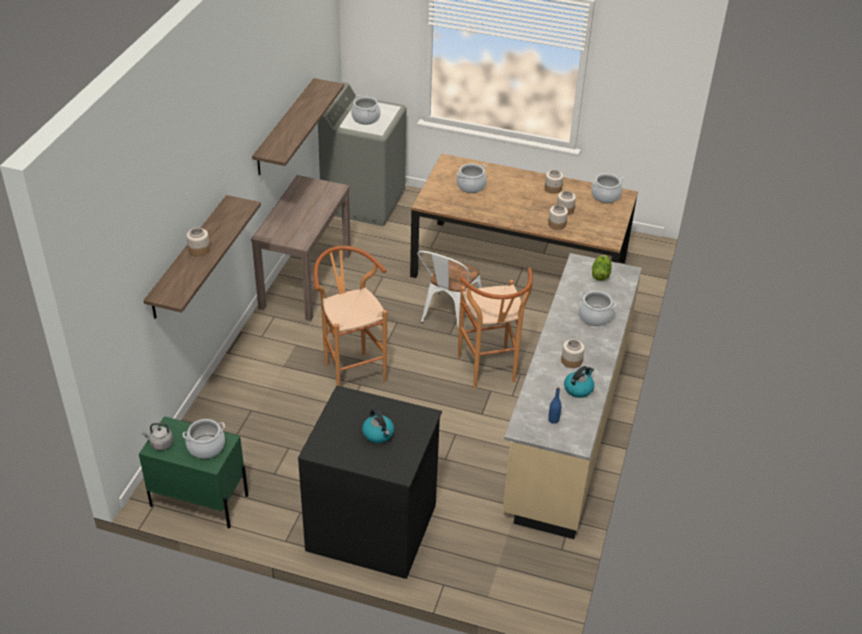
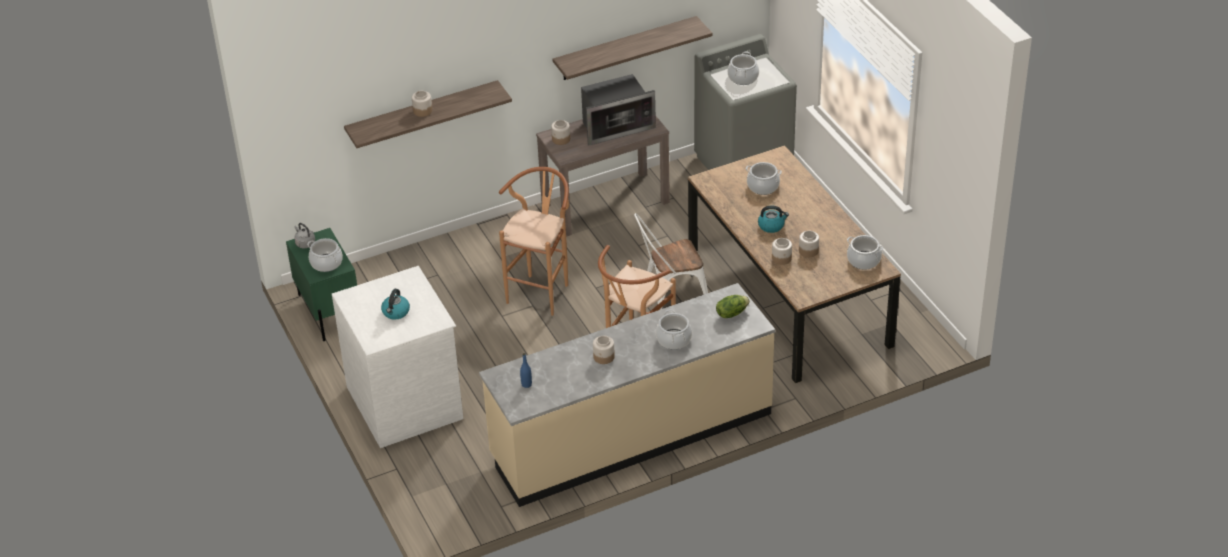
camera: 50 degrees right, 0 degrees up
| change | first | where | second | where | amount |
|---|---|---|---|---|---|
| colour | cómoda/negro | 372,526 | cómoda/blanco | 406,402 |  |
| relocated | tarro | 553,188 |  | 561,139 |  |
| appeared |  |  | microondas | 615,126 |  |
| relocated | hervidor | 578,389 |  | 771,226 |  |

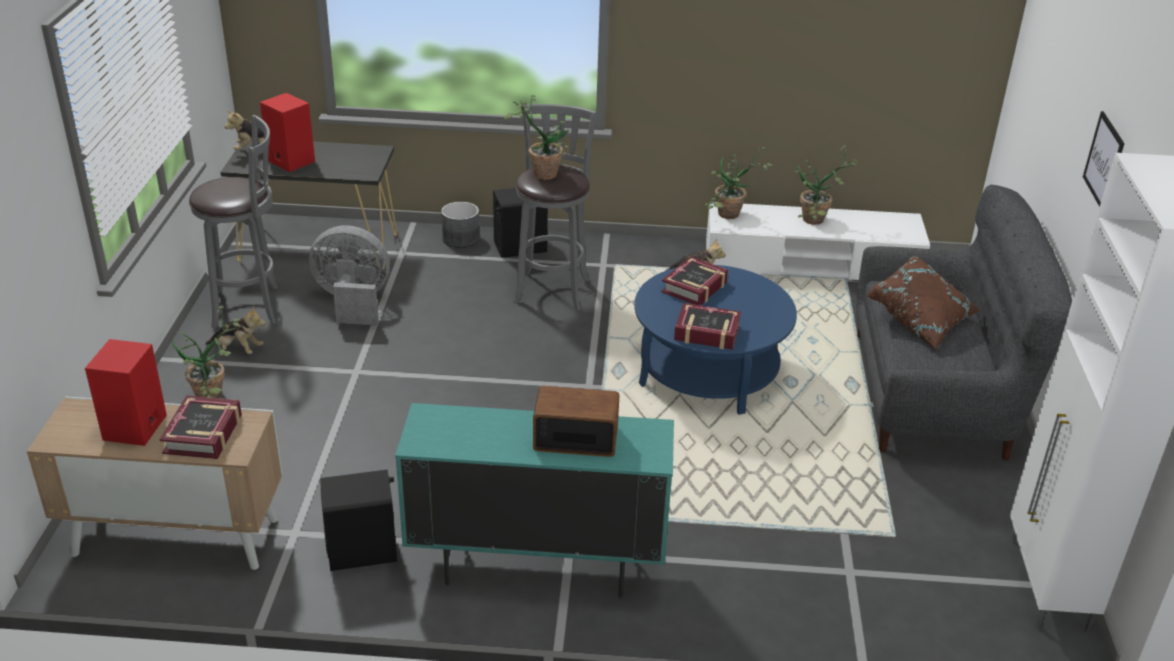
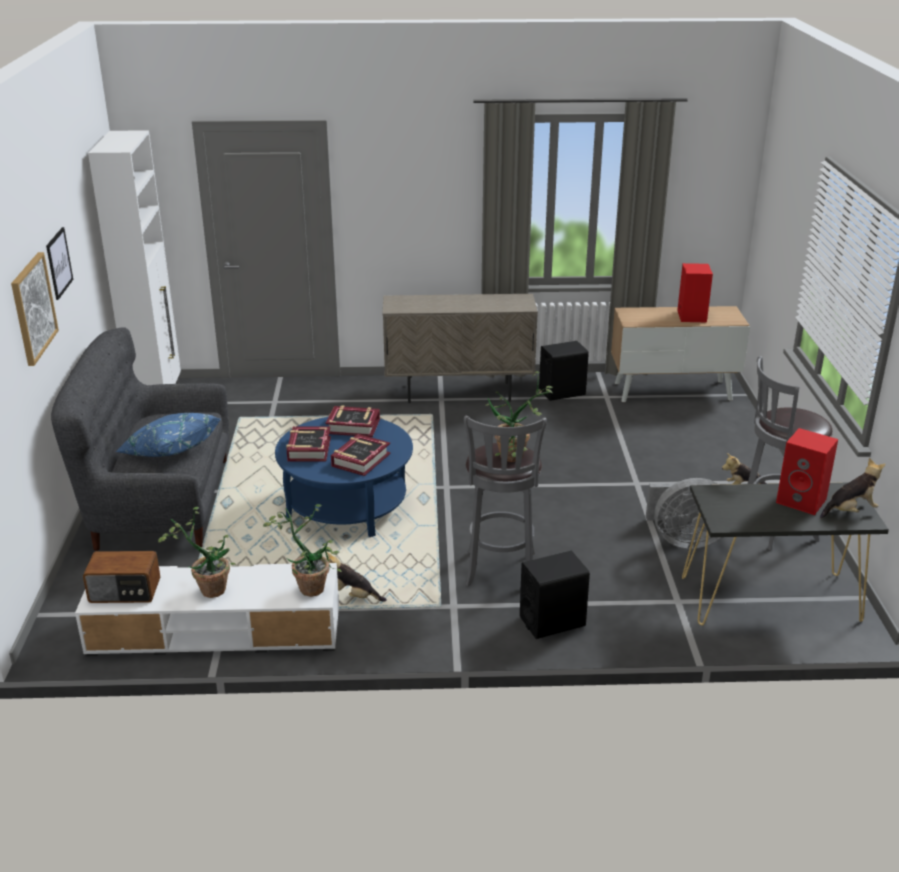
camera: 175 degrees right, 5 degrees down
| change | first | where | second | where | amount |
|---|---|---|---|---|---|
| appeared |  |  | cuadro | 33,308 |  |
| relocated | radio | 575,437 |  | 125,591 |  |
| colour | cojín/marrón | 921,320 | cojín/azul | 170,451 |  |
| relocated | libro | 204,434 |  | 308,449 |  |
| colour | armario/turquesa | 536,566 | armario/beis | 459,393 |  |
| missing | planta en maceta | 215,397 |  |  |  |
| missing | maceta/gris | 461,239 |  |  |  |

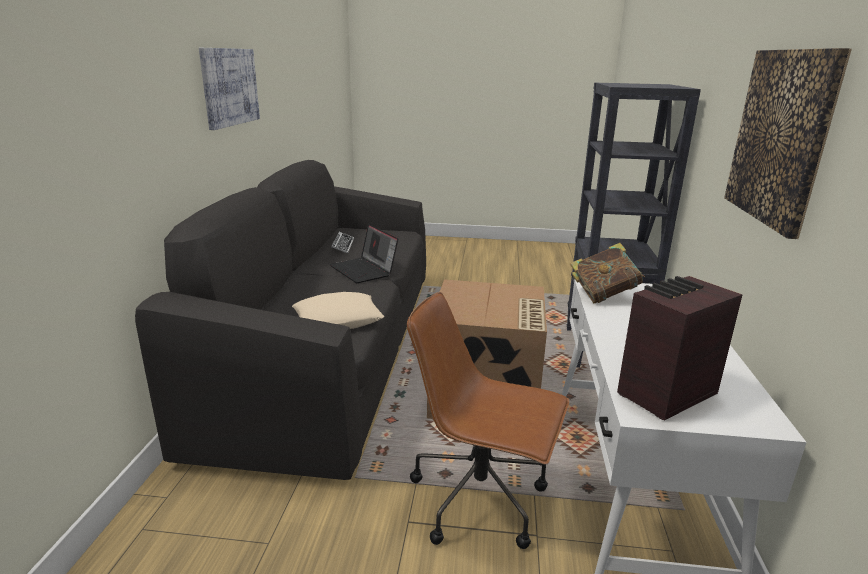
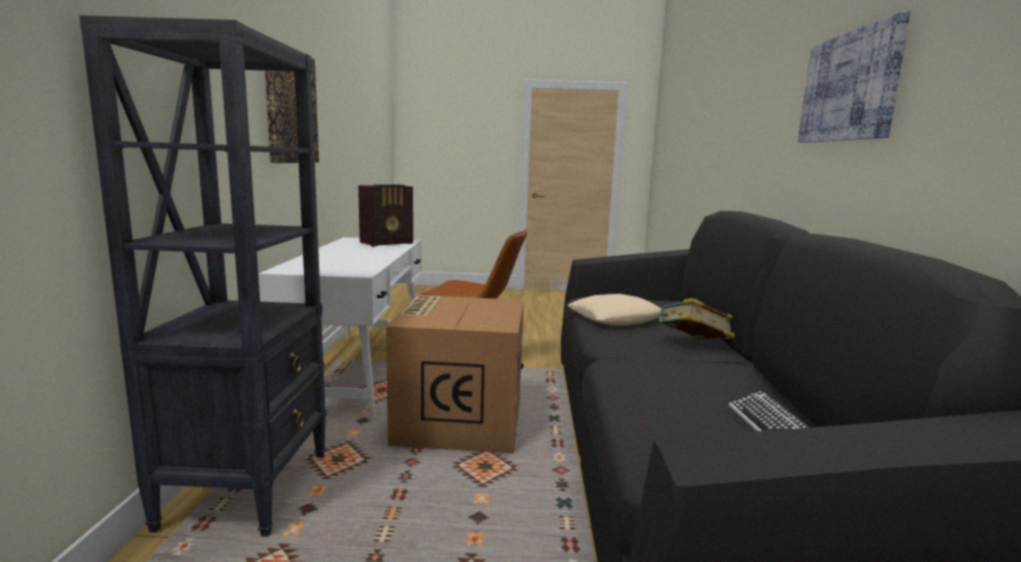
camera: 175 degrees right, 10 degrees down
| change | first | where | second | where | amount |
|---|---|---|---|---|---|
| relocated | libro | 603,295 |  | 694,345 |  |
| missing | portátil | 364,270 |  |  |  |

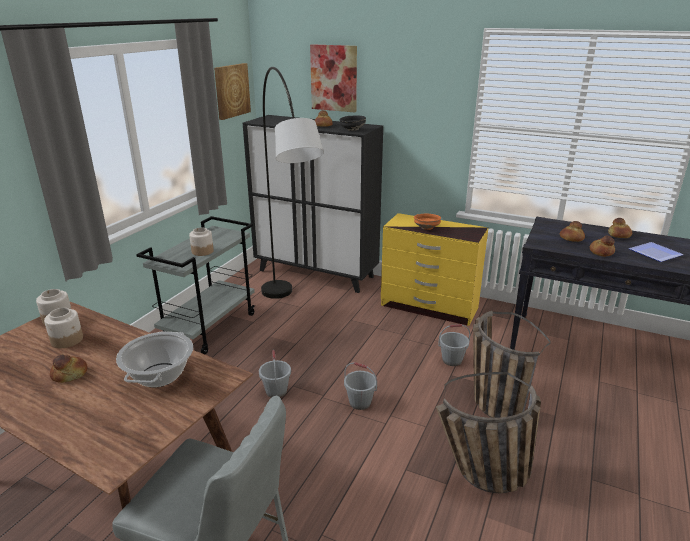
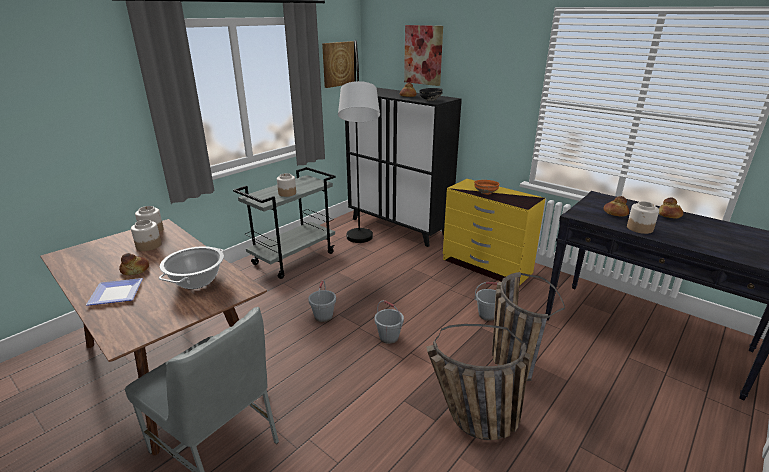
camera: 15 degrees right, 0 degrees up
| change | first | where | second | where | amount |
|---|---|---|---|---|---|
| relocated | plato | 655,254 |  | 114,294 |  |
| exchanged | pan | 601,252 | tarro | 640,228 |  |

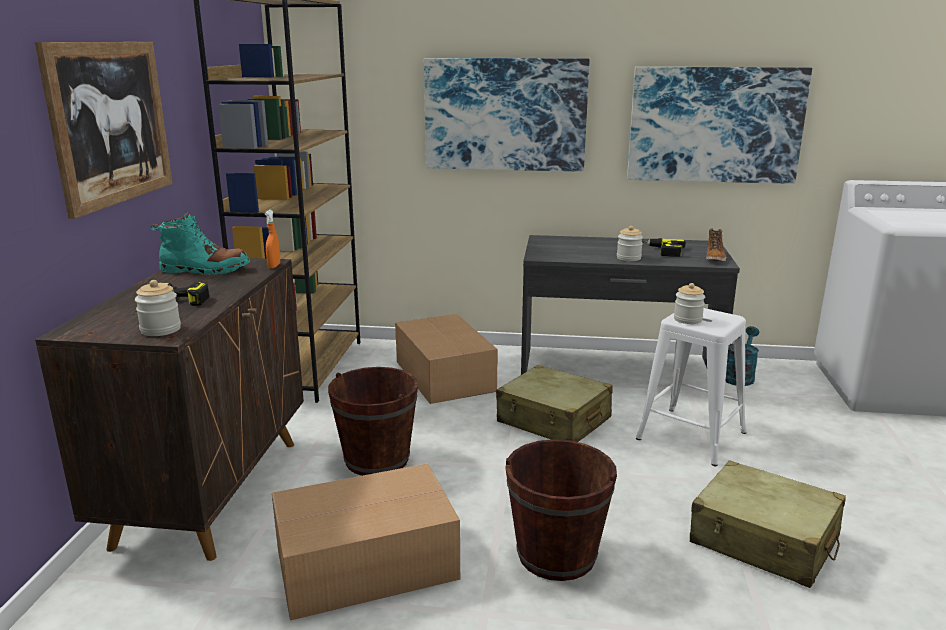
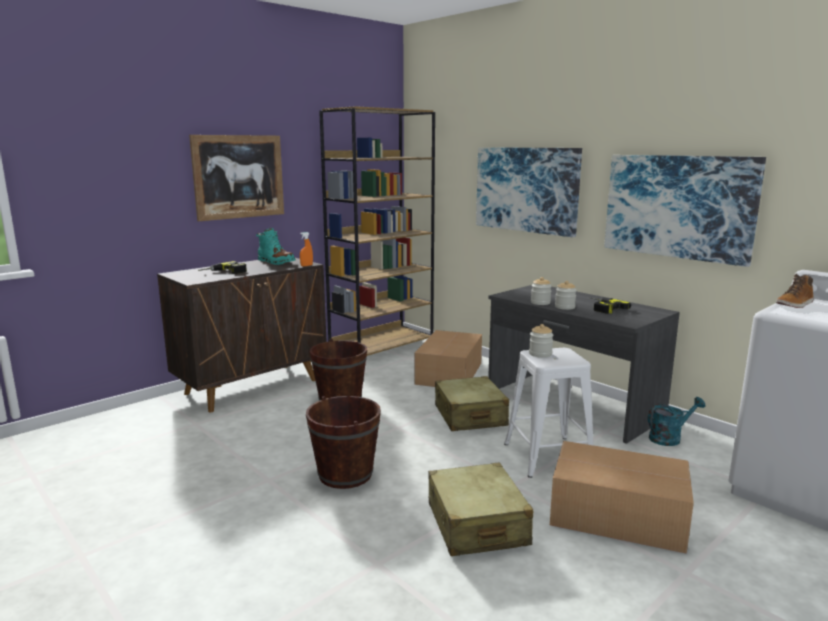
camera: 40 degrees right, 5 degrees down
| change | first | where | second | where | amount |
|---|---|---|---|---|---|
| relocated | tarro | 160,330 |  | 540,303 |  |
| relocated | caja de cartón | 369,564 |  | 619,516 |  |
| relocated | bota | 715,258 |  | 795,304 |  |

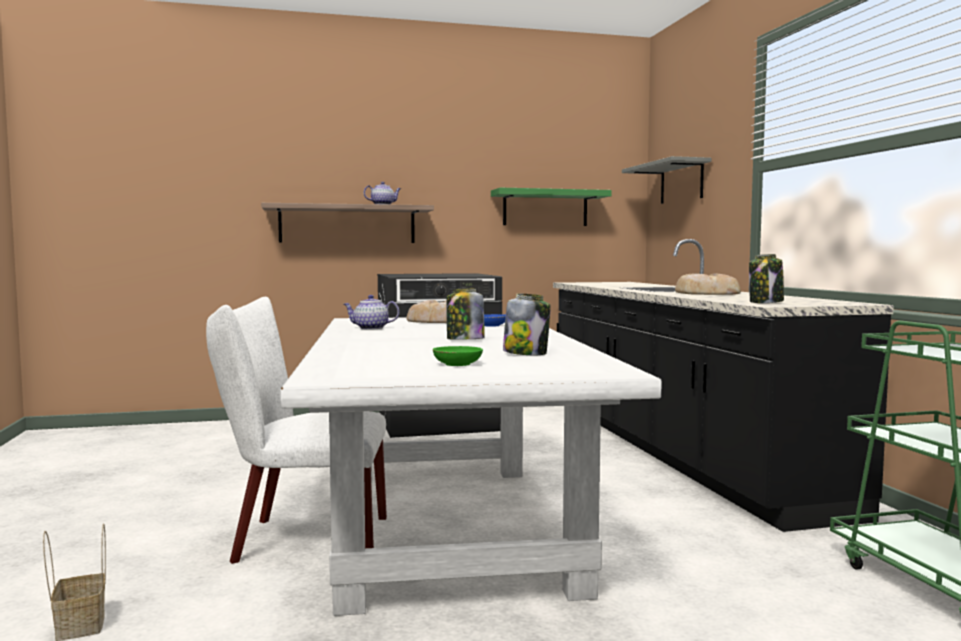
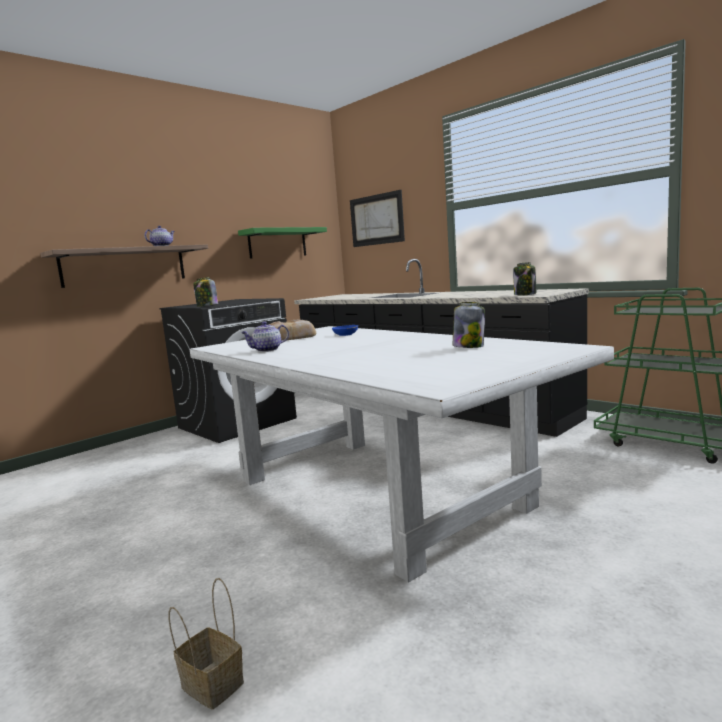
camera: 30 degrees left, 5 degrees up
| change | first | where | second | where | amount |
|---|---|---|---|---|---|
| relocated | tarro | 464,340 |  | 207,306 |  |
| exchanged | estante/gris | 681,182 | cuadro | 376,219 |  |
| missing | silla/blanco | 302,540 |  |  |  |
| missing | cuenco/verde | 457,364 |  |  |  |
| missing | pan | 705,293 |  |  |  |

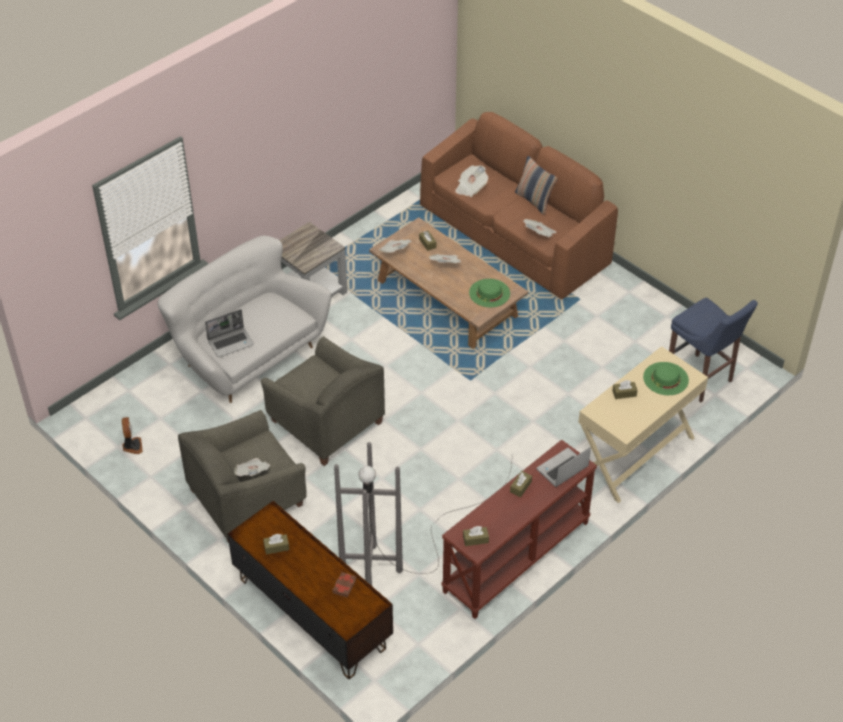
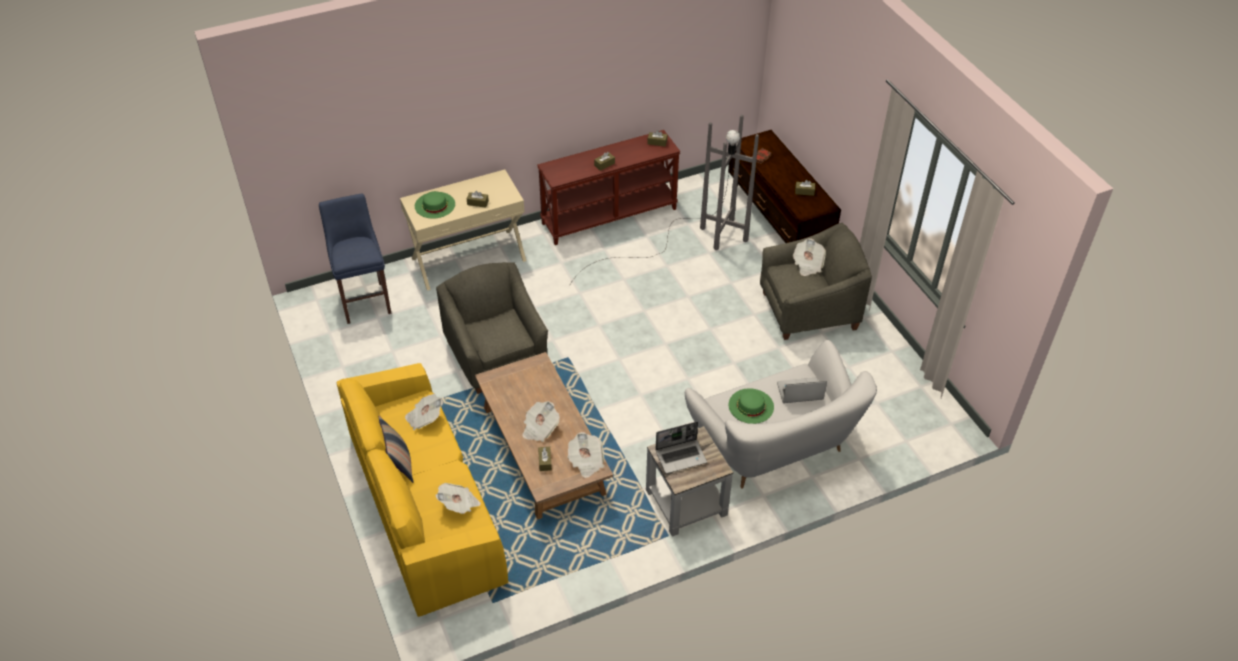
camera: 160 degrees left, 0 degrees up
| change | first | where | second | where | amount |
|---|---|---|---|---|---|
| colour | sofá/marrón | 514,236 | sofá/amarillo | 425,507 |  |
| relocated | sillón/gris | 325,423 |  | 496,356 |  |
| relocated | portátil | 562,469 |  | 681,456 |  |
| relocated | sombrero/verde | 489,293 |  | 751,406 |  |
| missing | ventilador | 132,446 |  |  |  |

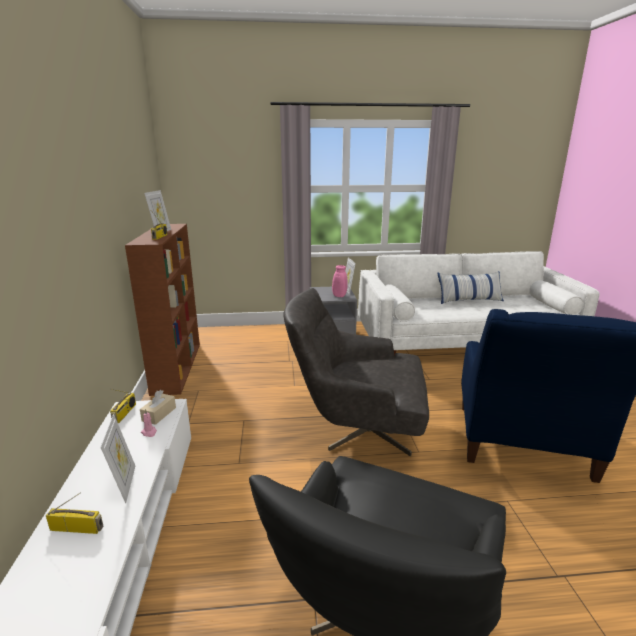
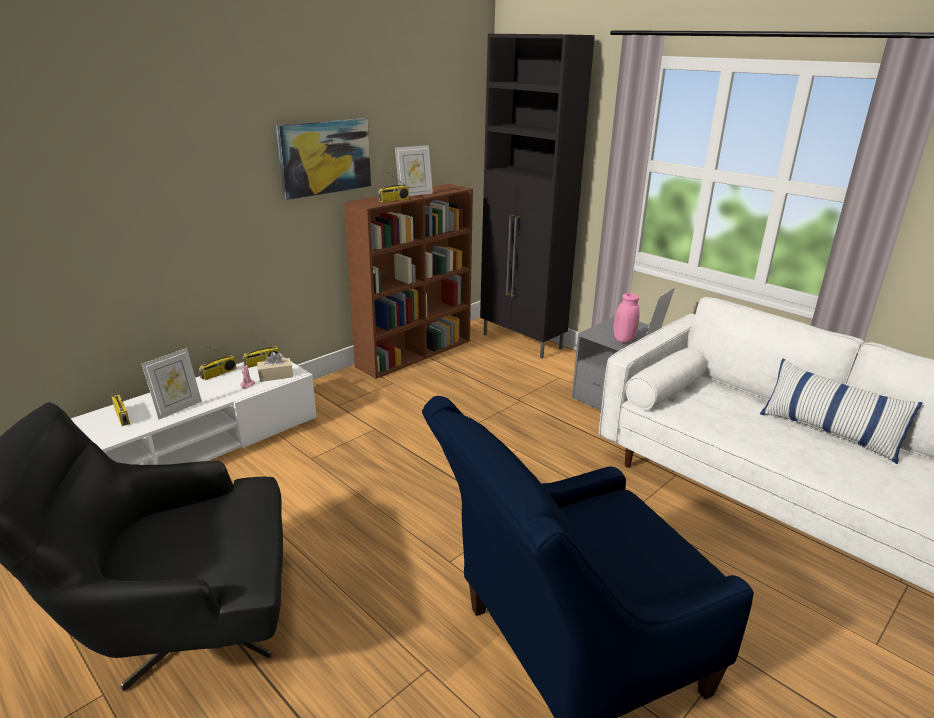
camera: 50 degrees right, 5 degrees up
| change | first | where | second | where | amount |
|---|---|---|---|---|---|
| appeared |  |  | radio | 218,374 |  |
| appeared |  |  | cuadro | 325,157 |  |
| appeared |  |  | armario/negro | 522,342 |  |
| missing | sillón/gris | 356,429 |  |  |  |

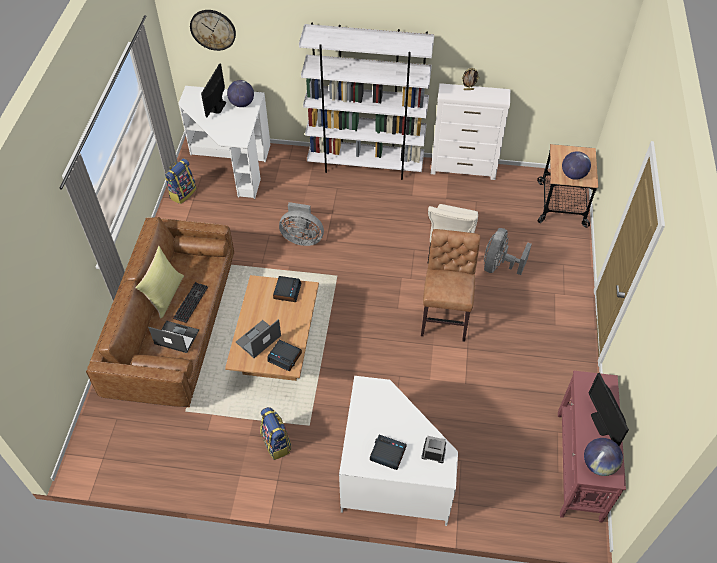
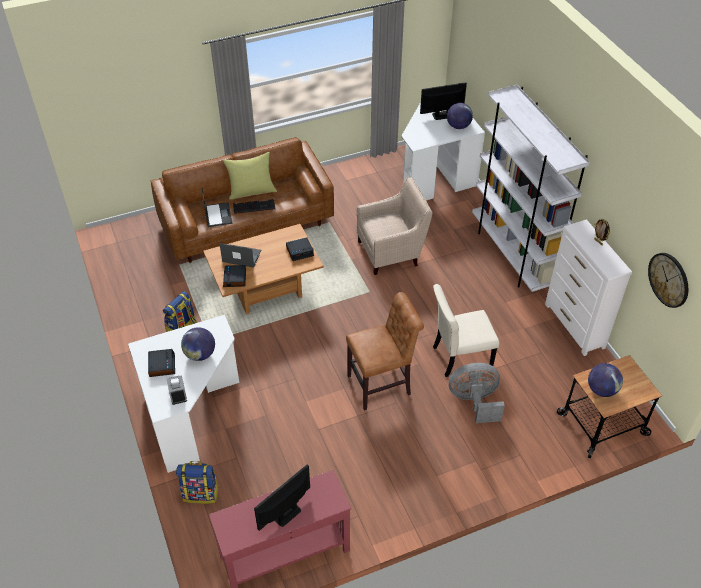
camera: 60 degrees right, 5 degrees down
| change | first | where | second | where | amount |
|---|---|---|---|---|---|
| relocated | mochila | 182,193 |  | 201,493 |  |
| relocated | globo terráqueo | 598,464 |  | 200,354 |  |
| exchanged | ventilador/gris | 302,238 | sillón/beis | 392,252 |  |
| relocated | reloj de pared | 213,29 |  | 669,279 |  |

